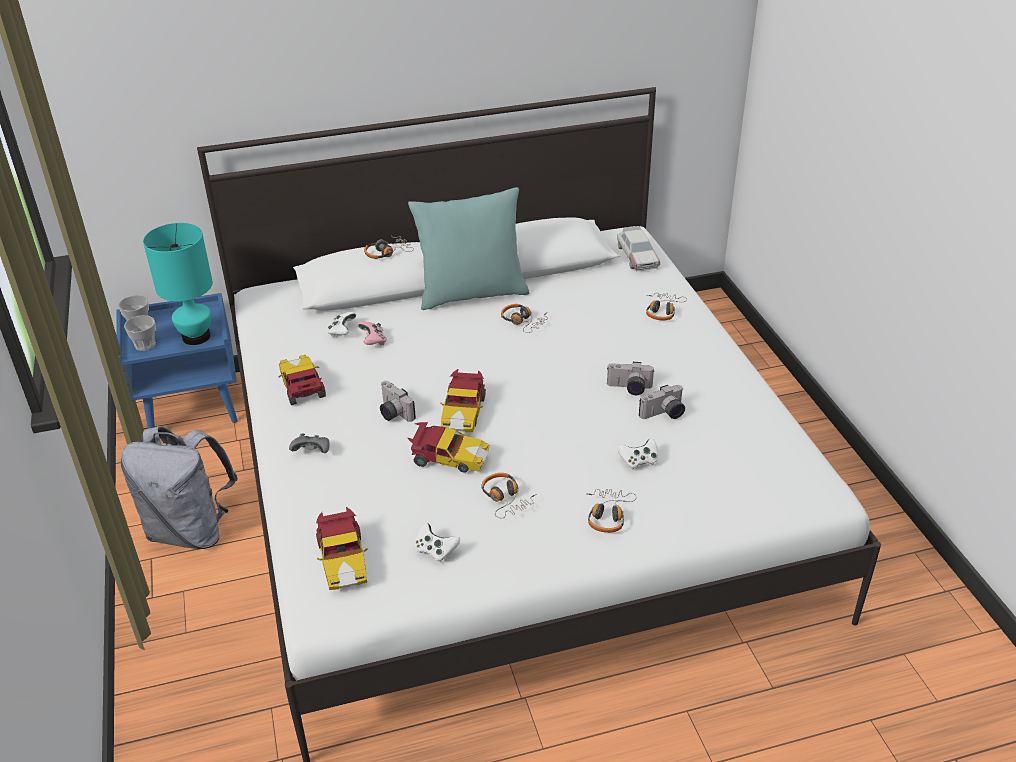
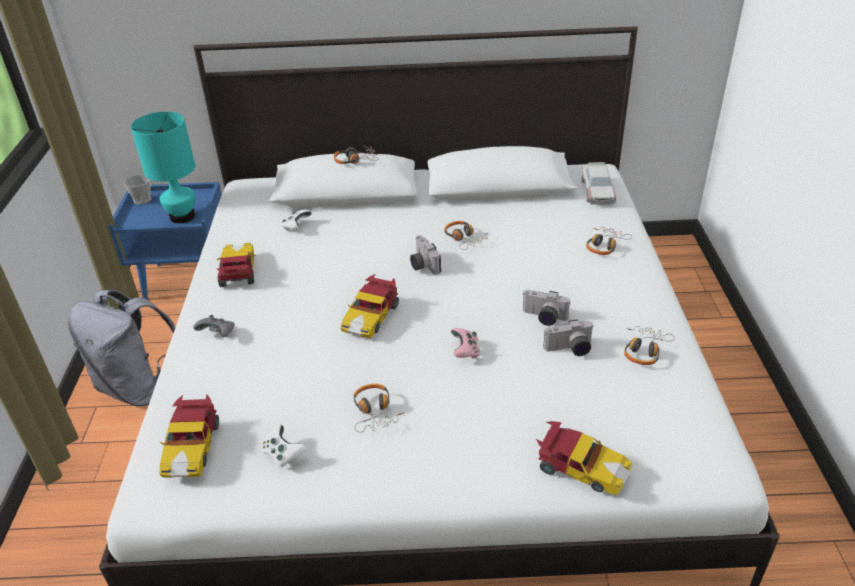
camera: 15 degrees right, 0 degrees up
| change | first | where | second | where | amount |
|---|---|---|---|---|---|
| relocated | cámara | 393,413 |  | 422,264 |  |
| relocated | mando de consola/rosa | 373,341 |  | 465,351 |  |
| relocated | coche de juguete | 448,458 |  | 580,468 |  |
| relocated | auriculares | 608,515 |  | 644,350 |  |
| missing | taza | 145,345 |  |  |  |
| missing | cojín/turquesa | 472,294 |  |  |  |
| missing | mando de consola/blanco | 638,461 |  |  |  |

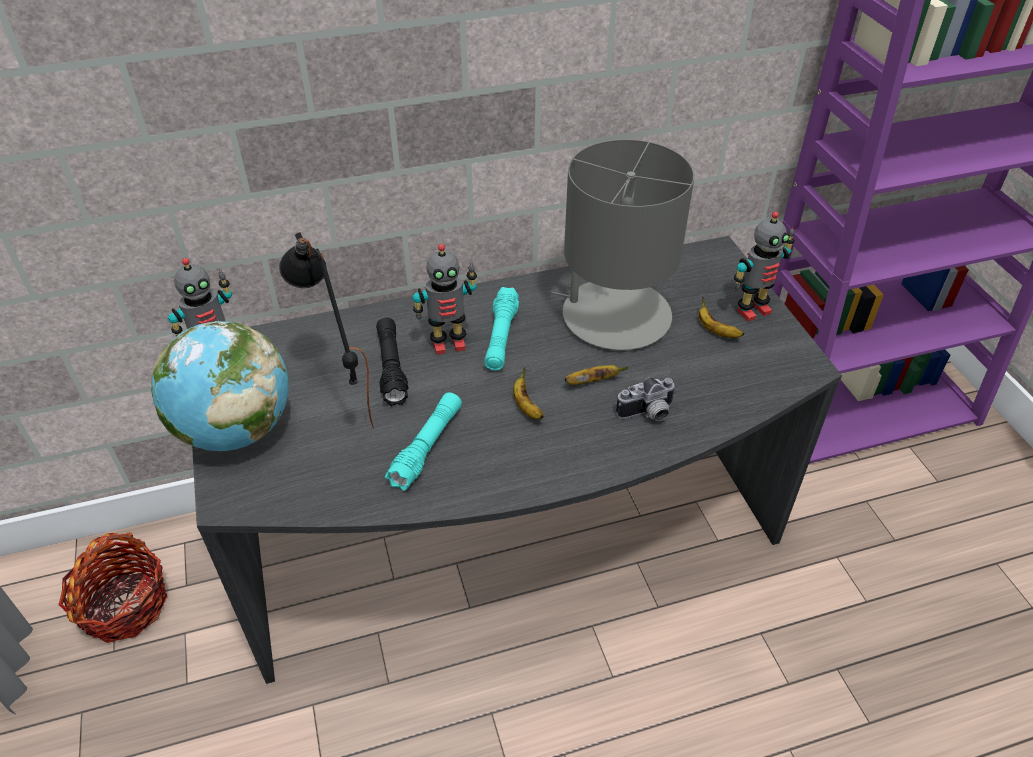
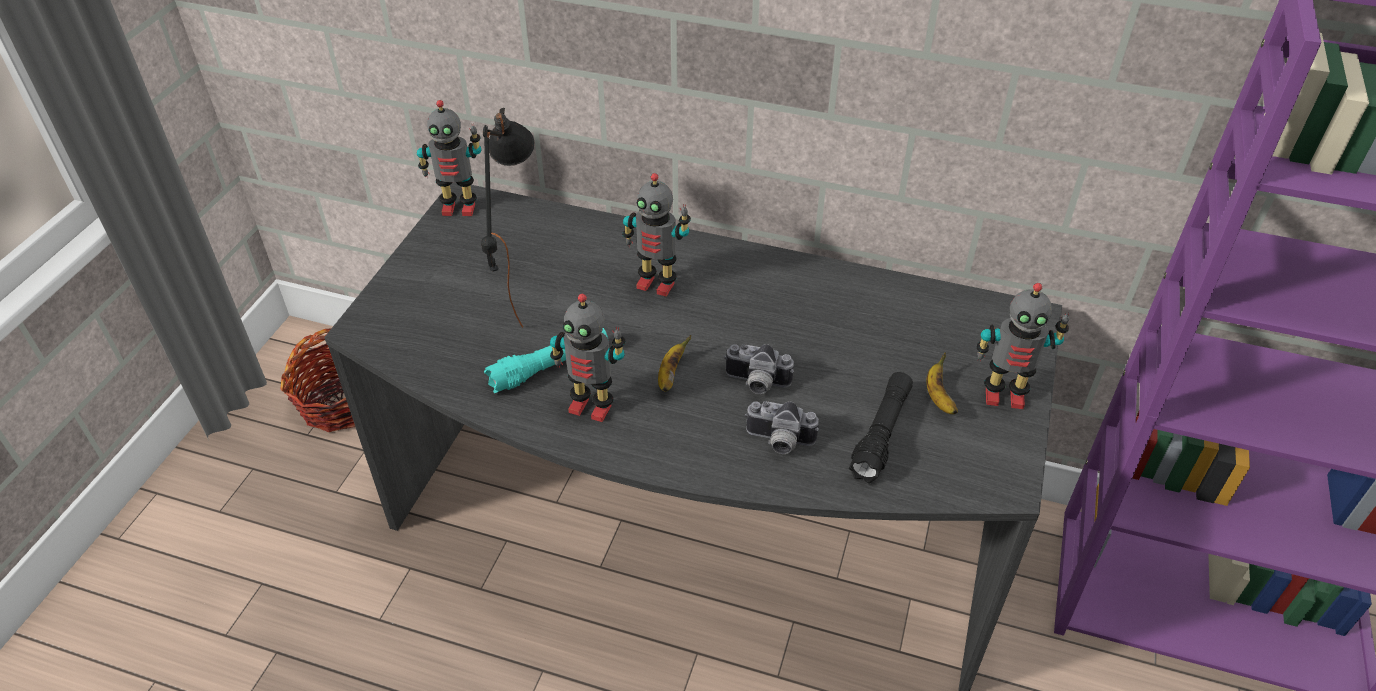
camera: 35 degrees right, 0 degrees up
| change | first | where | second | where | amount |
|---|---|---|---|---|---|
| appeared |  |  | robot de juguete | 591,406 |  |
| exchanged | plátano | 593,381 | cámara | 756,384 |  |
| relocated | linterna/negro | 391,368 |  | 881,434 |  |
| missing | globo terráqueo | 236,430 |  |  |  |
| missing | linterna/turquesa | 501,337 |  |  |  |
| missing | lámpara de mesa/gris | 614,316 |  |  |  |

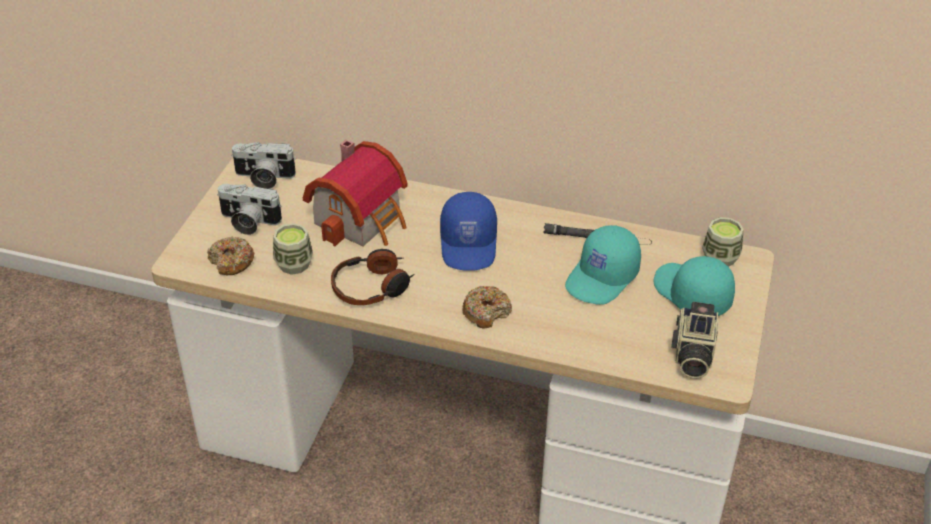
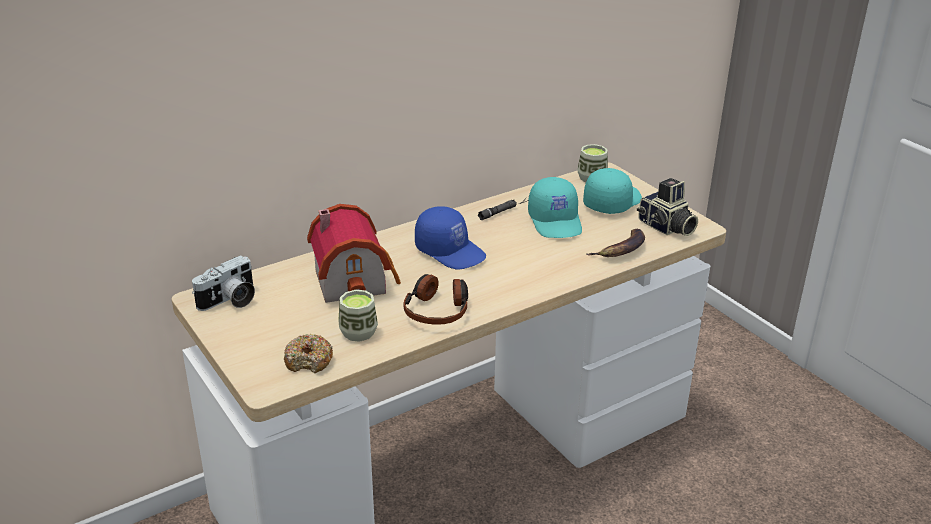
camera: 50 degrees left, 10 degrees down
| change | first | where | second | where | amount |
|---|---|---|---|---|---|
| spun | gorra/turquesa | 690,294 |  | 611,202 | 120 degrees clockwise |
| appeared |  |  | plátano | 621,250 |  |
| missing | cámara | 248,222 |  |  |  |
| missing | rosquilla | 486,312 |  |  |  |

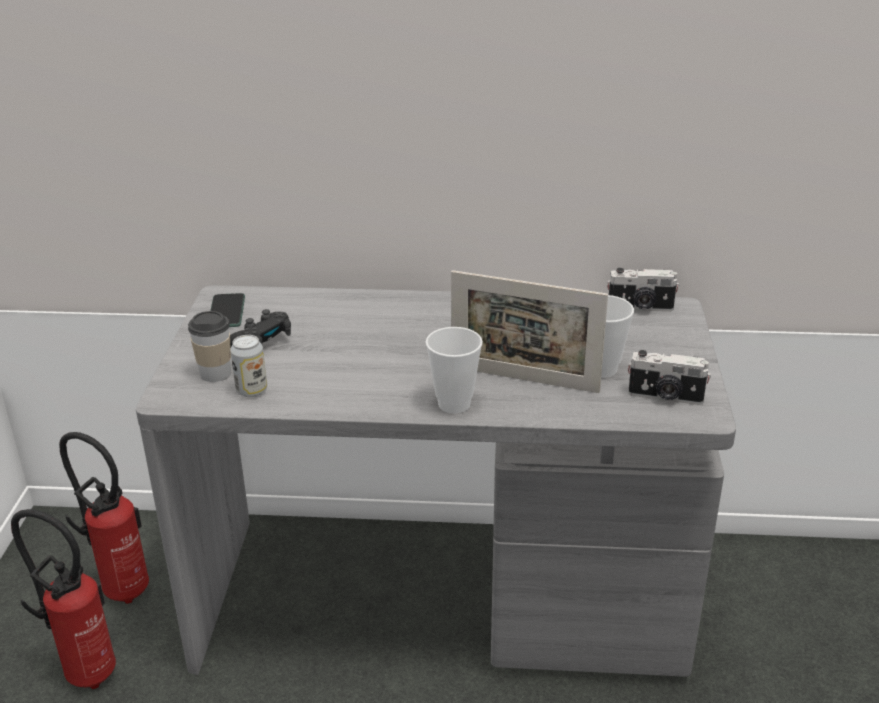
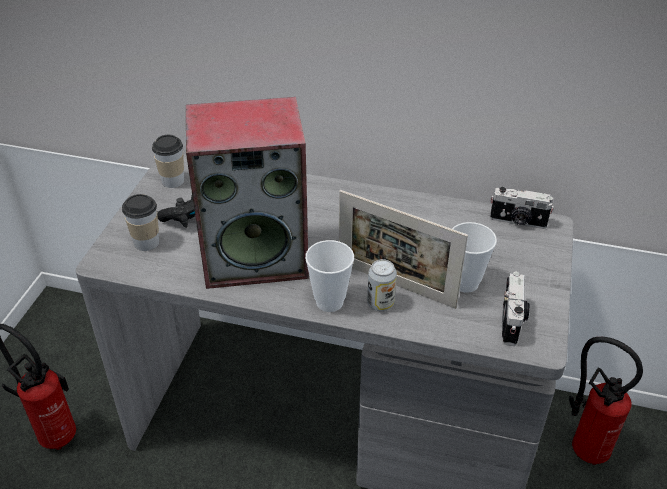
camera: 10 degrees right, 10 degrees up
| change | first | where | second | where | amount |
|---|---|---|---|---|---|
| exchanged | móvil | 227,312 | taza | 173,181 |  |
| appeared |  |  | altavoz | 256,256 |  |
| relocated | lata | 251,390 |  | 380,303 |  |
| spun | cámara | 665,397 |  | 512,321 | 105 degrees counterclockwise |
| relocated | extintor | 123,587 |  | 584,447 |  |

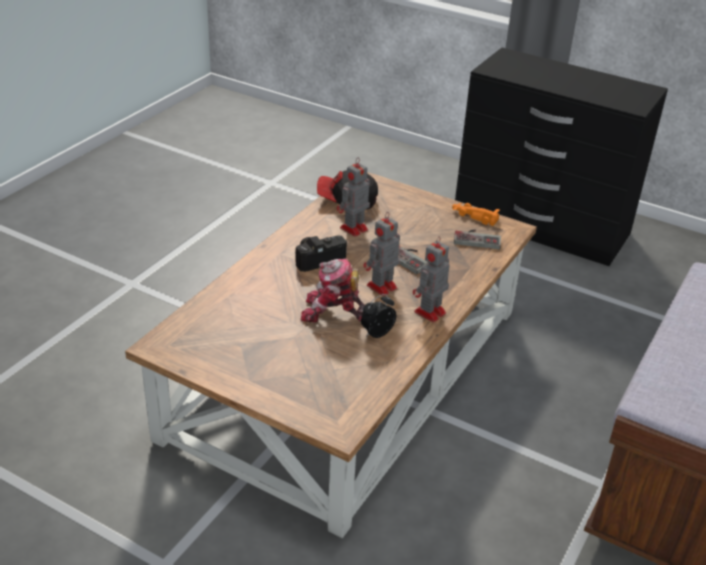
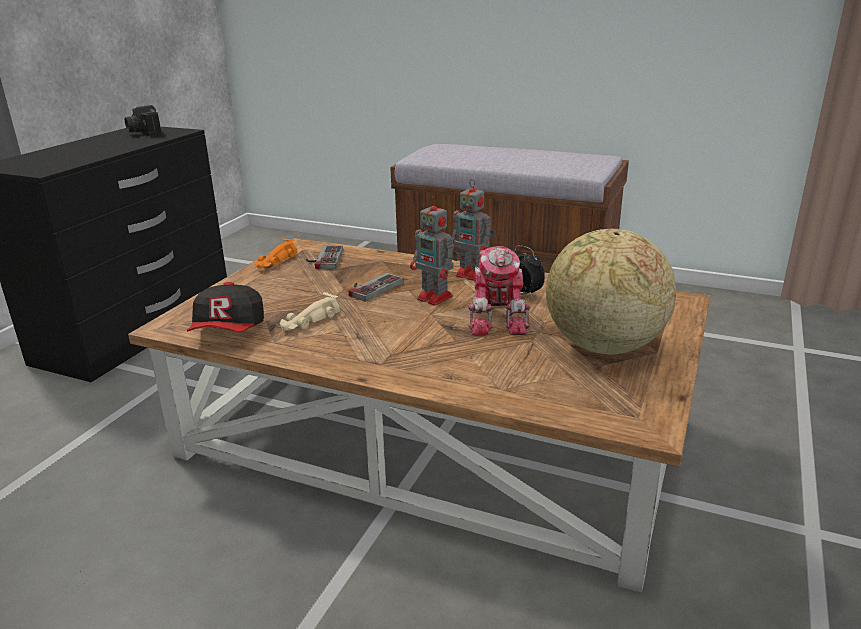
camera: 95 degrees left, 10 degrees down
| change | first | where | second | where | amount |
|---|---|---|---|---|---|
| relocated | cámara | 318,259 |  | 142,132 |  |
| exchanged | robot de juguete | 353,229 | coche de juguete/beis | 309,321 |  |
| appeared |  |  | globo terráqueo | 603,346 |  |

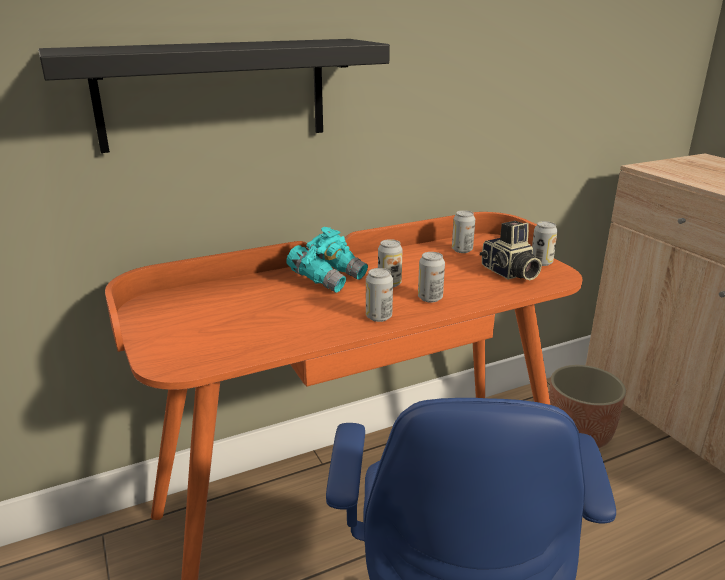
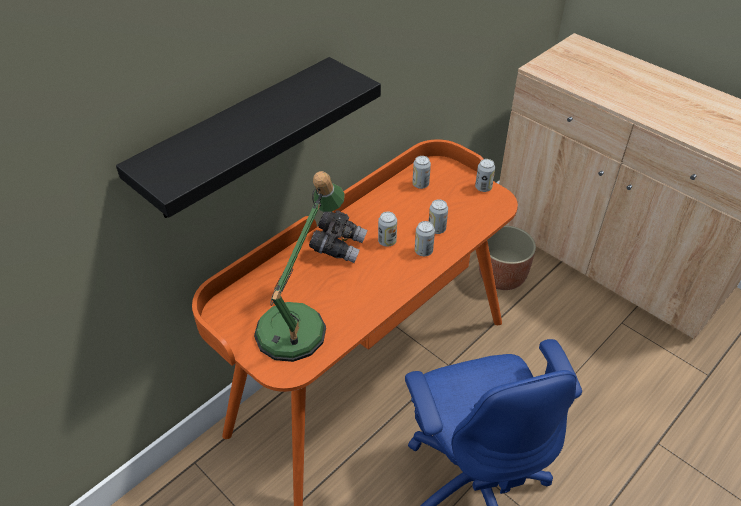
camera: 20 degrees left, 20 degrees up
| change | first | where | second | where | amount |
|---|---|---|---|---|---|
| appeared |  |  | lámpara de mesa | 299,324 |  |
| colour | prismáticos/turquesa | 328,278 | prismáticos/gris | 338,246 |  |
| relocated | lata | 378,317 |  | 437,229 |  |
| missing | cámara | 509,273 |  |  |  |

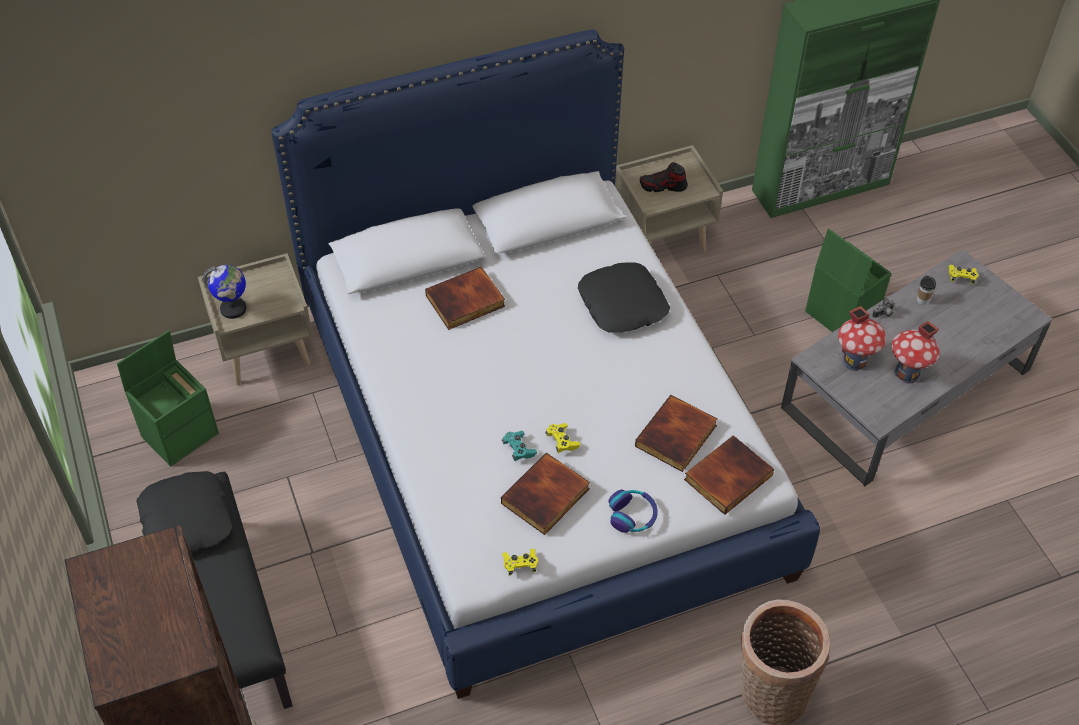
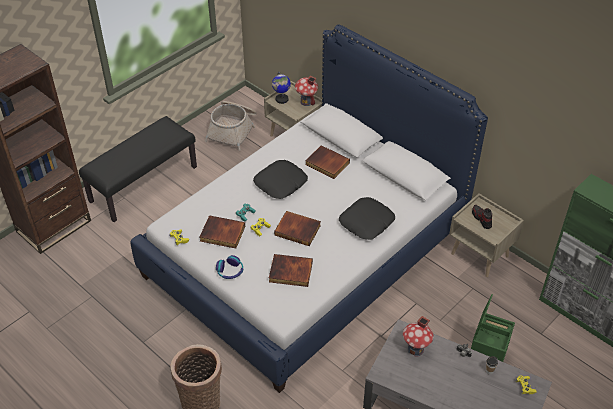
camera: 65 degrees right, 5 degrees down
| change | first | where | second | where | amount |
|---|---|---|---|---|---|
| exchanged | caja de almacenaje/verde | 180,433 | cesta | 233,130 |  |
| relocated | cojín/negro | 187,519 |  | 281,183 |  |
| relocated | libro | 727,476 |  | 298,229 |  |
| relocated | casita | 907,373 |  | 306,102 |  |

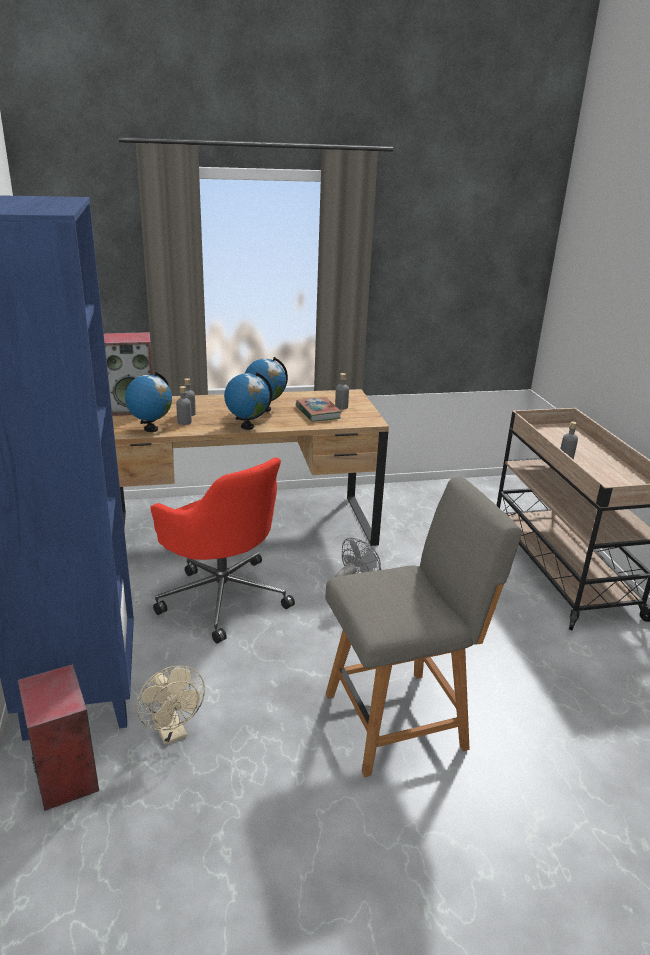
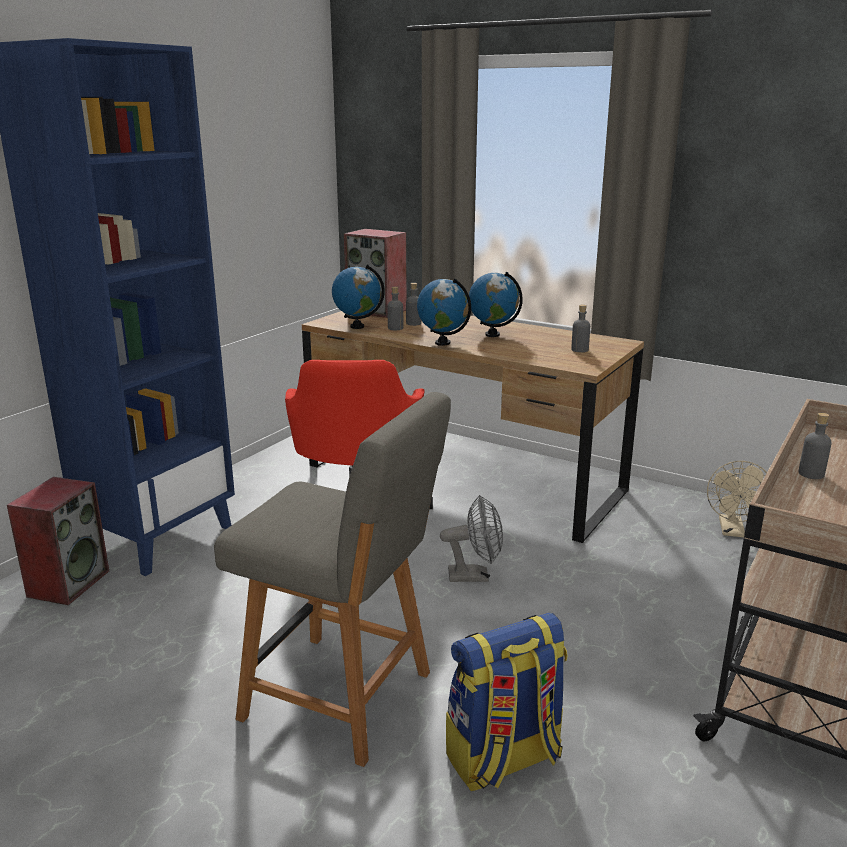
camera: 45 degrees right, 5 degrees down
| change | first | where | second | where | amount |
|---|---|---|---|---|---|
| appeared |  |  | mochila | 504,759 |  |
| relocated | ventilador/beis | 172,732 |  | 732,531 |  |
| missing | libro | 318,412 |  |  |  |

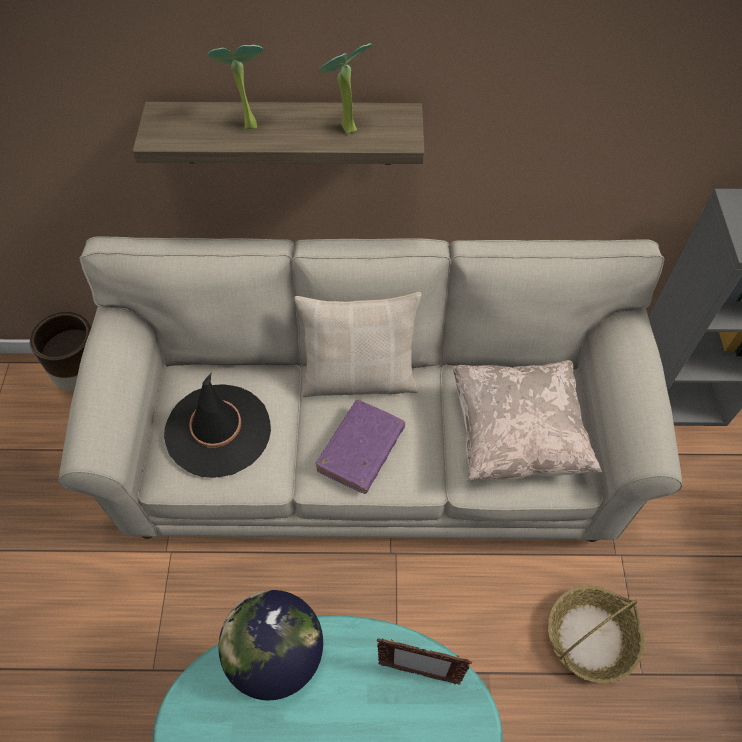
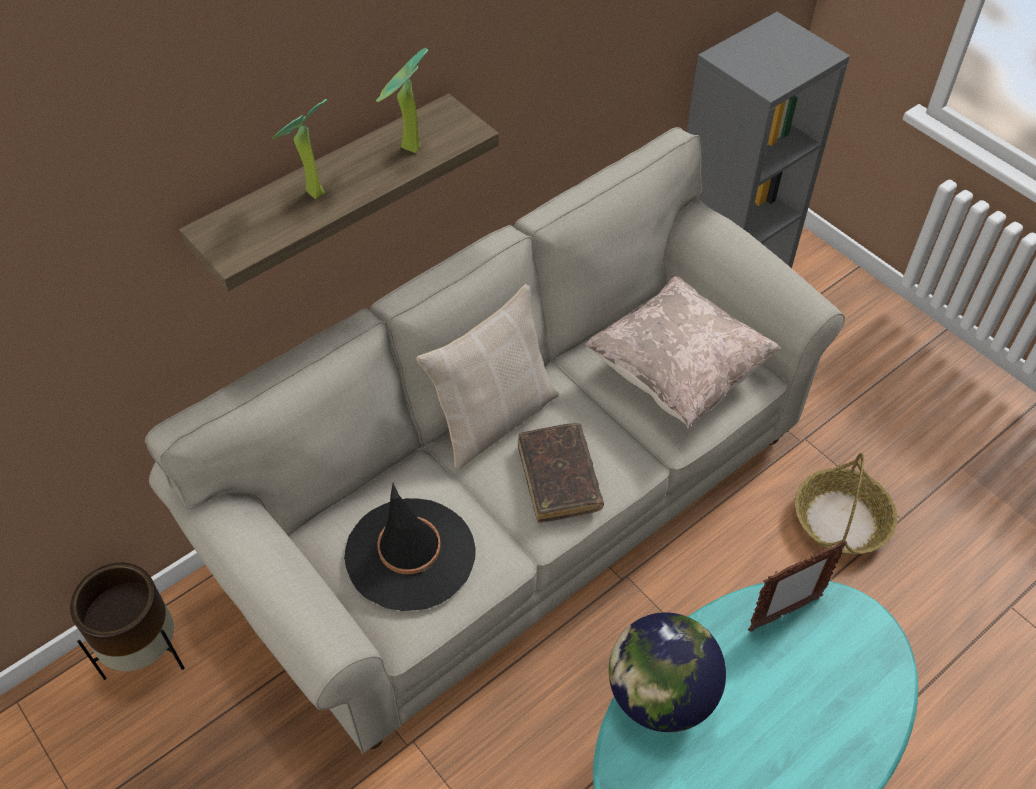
camera: 40 degrees left, 5 degrees down
| change | first | where | second | where | amount |
|---|---|---|---|---|---|
| colour | libro/morado | 361,450 | libro/marrón | 559,478 |  |

